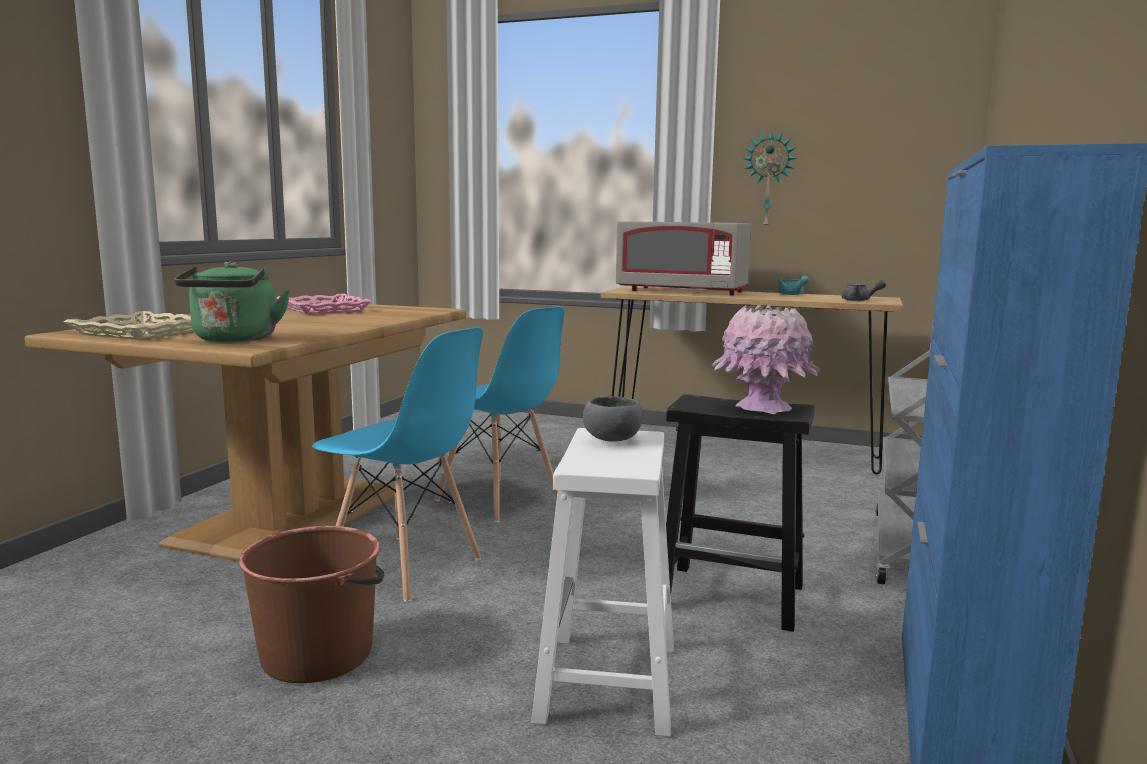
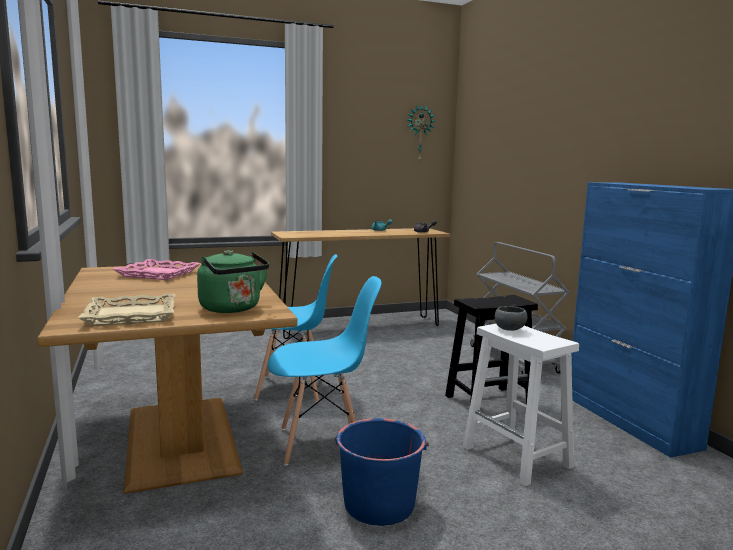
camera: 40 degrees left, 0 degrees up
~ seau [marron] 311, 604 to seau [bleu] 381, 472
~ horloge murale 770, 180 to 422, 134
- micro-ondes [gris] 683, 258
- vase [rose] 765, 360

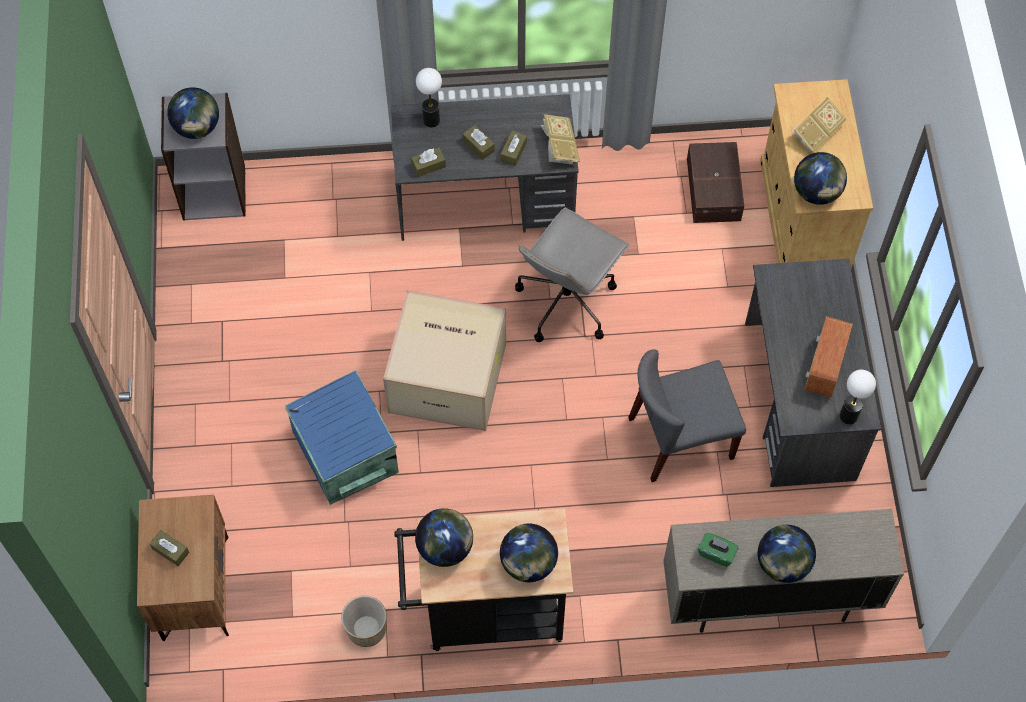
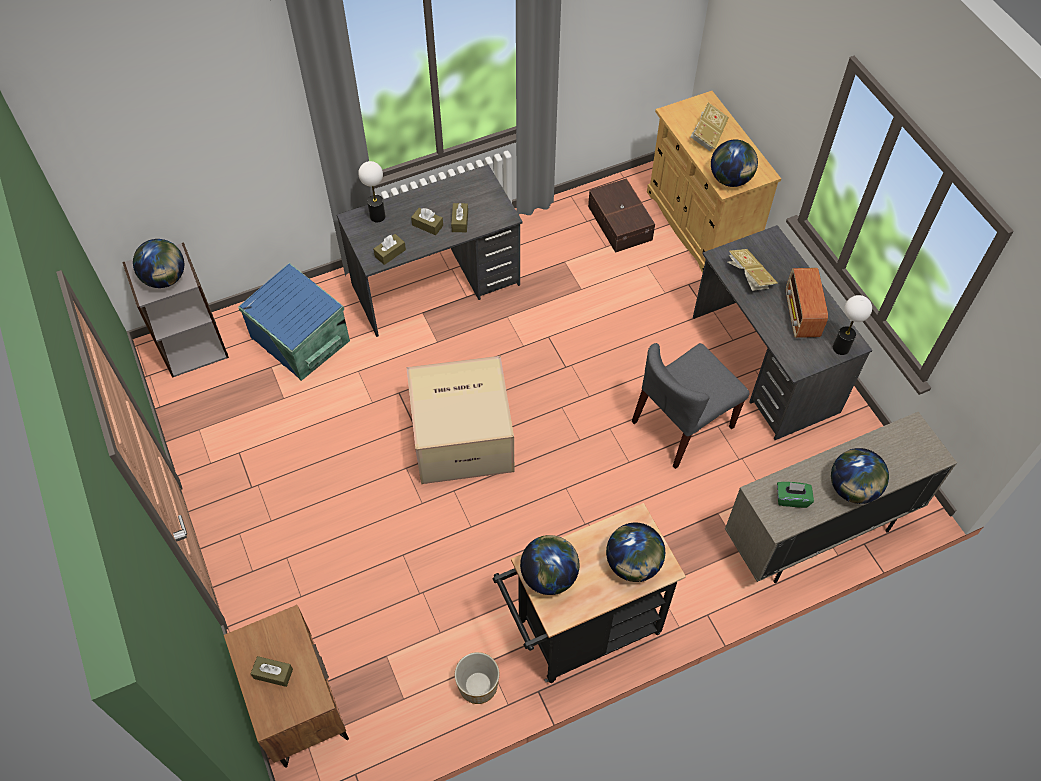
camera: 20 degrees left, 5 degrees down
~ boîte de rangement [bleu] 342, 437 to 294, 322
~ livre 560, 139 to 753, 270
- chaise de bureau [gris] 572, 274

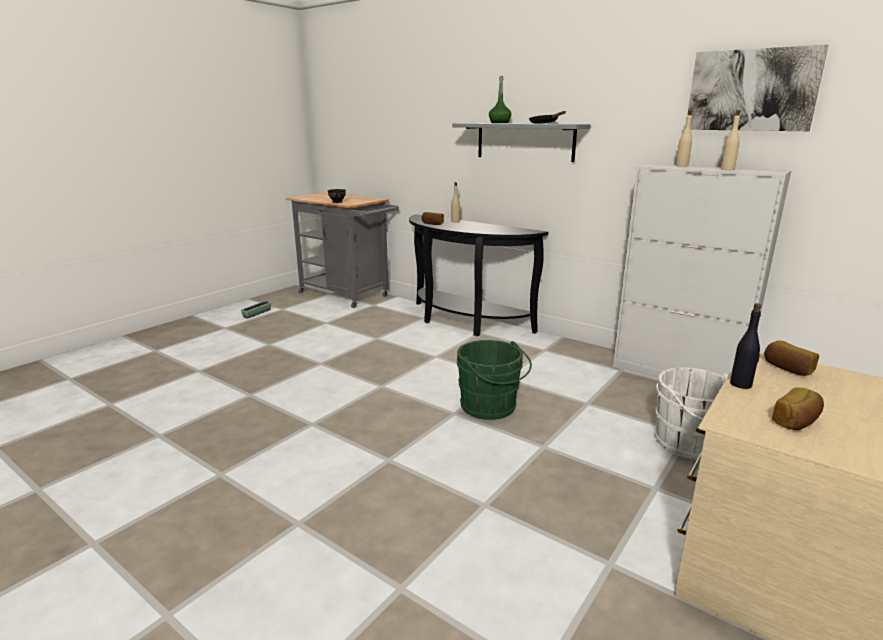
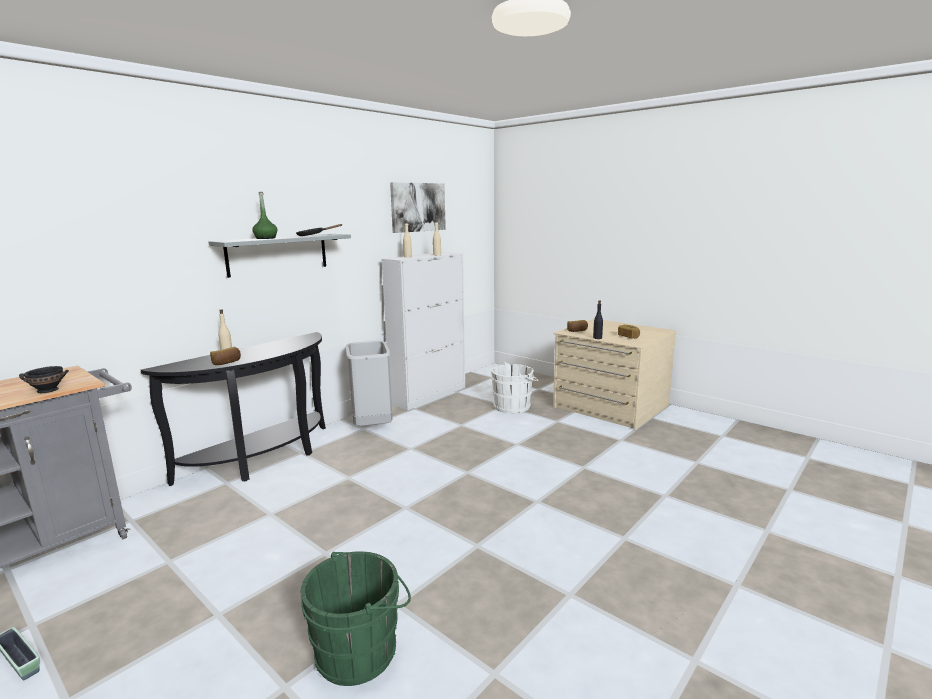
camera: 85 degrees left, 5 degrees down
~ seau [vert] 494, 380 to 356, 618
+ poubelle [gris] 368, 383

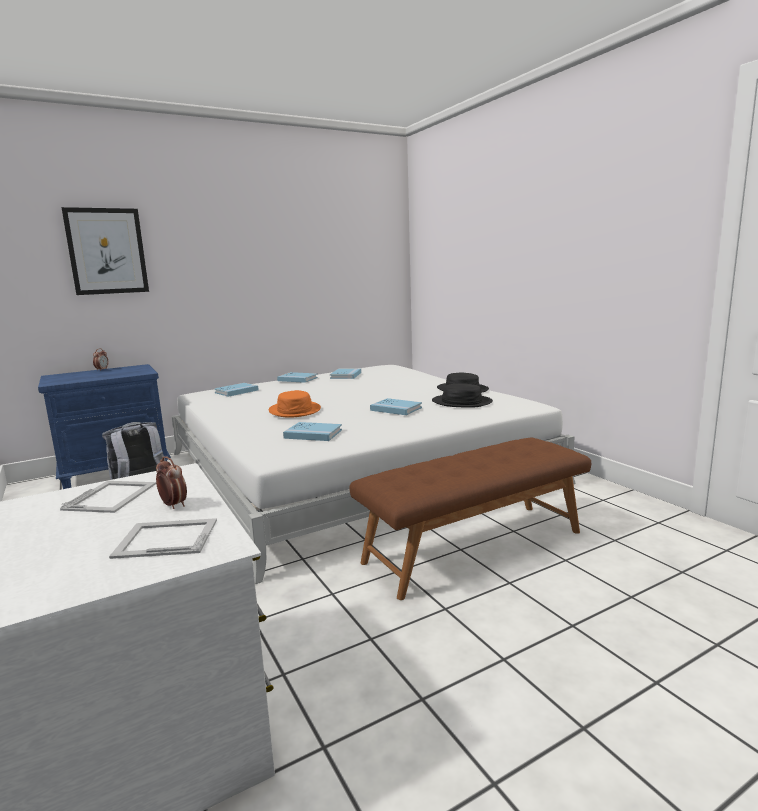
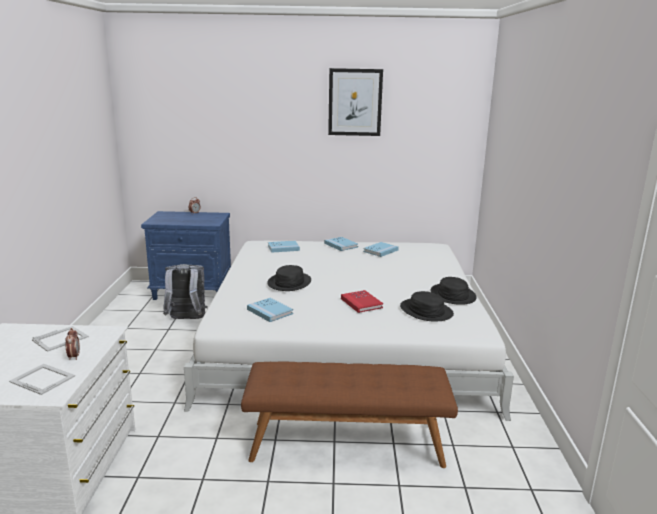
camera: 30 degrees right, 5 degrees up
~ chapeau [orange] 295, 404 to chapeau [noir] 289, 278
~ tableau 105, 251 to 355, 102
~ livre [bleu] 396, 406 to livre [rouge] 362, 301

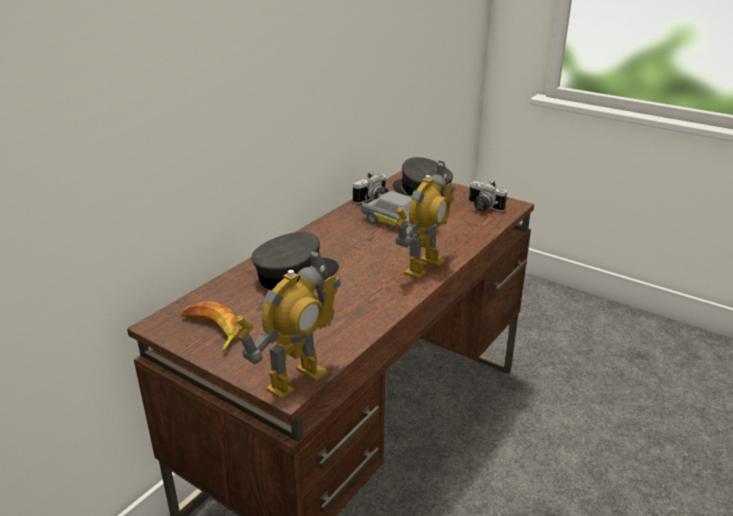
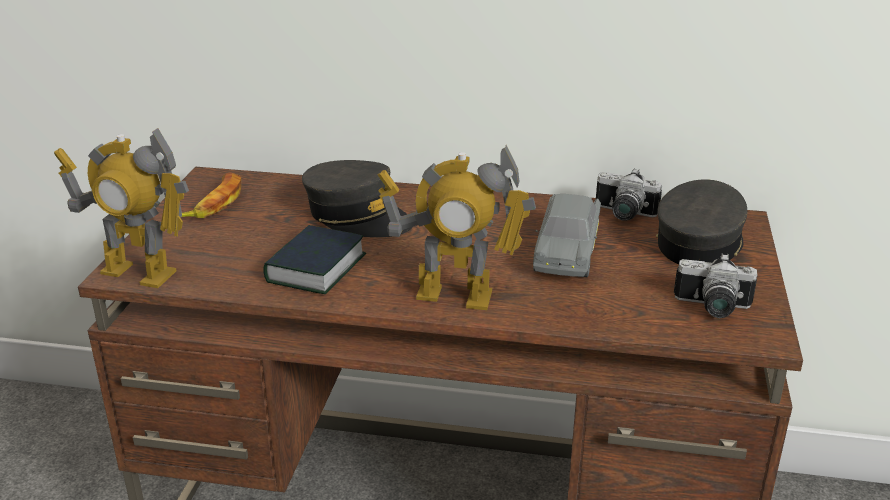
camera: 65 degrees right, 0 degrees up
+ livre 314, 259
~ appareil photo 488, 196 = 715, 285 90 degrees counterclockwise

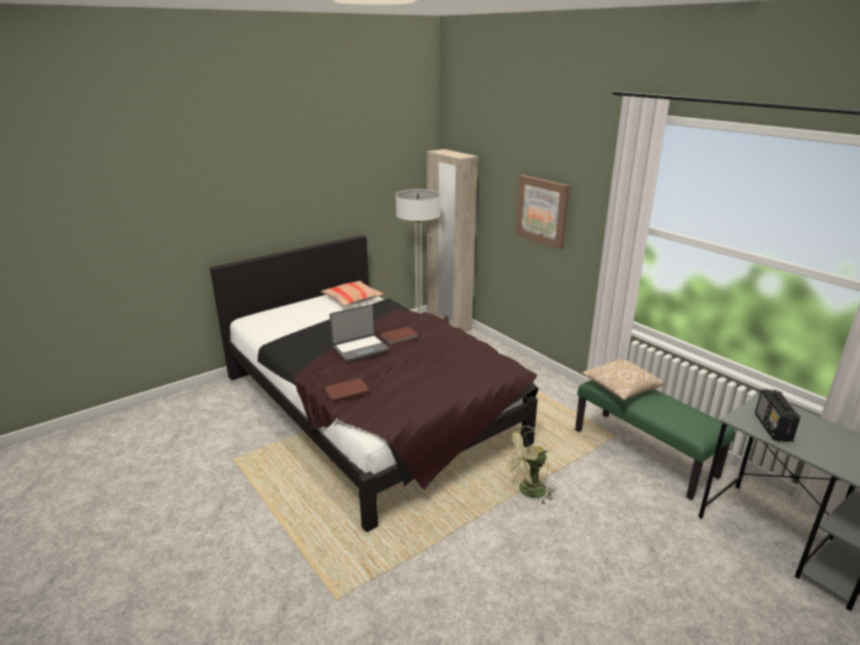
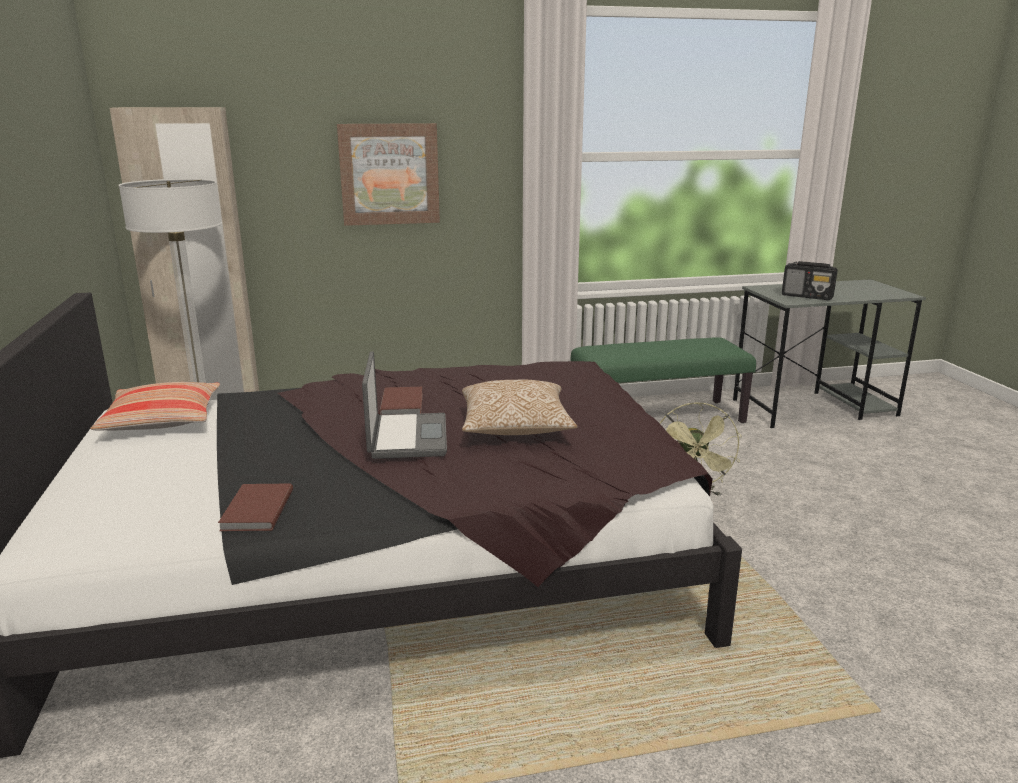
camera: 65 degrees left, 5 degrees down
~ livre [marron] 347, 390 to 255, 507
~ coussin 623, 379 to 519, 407

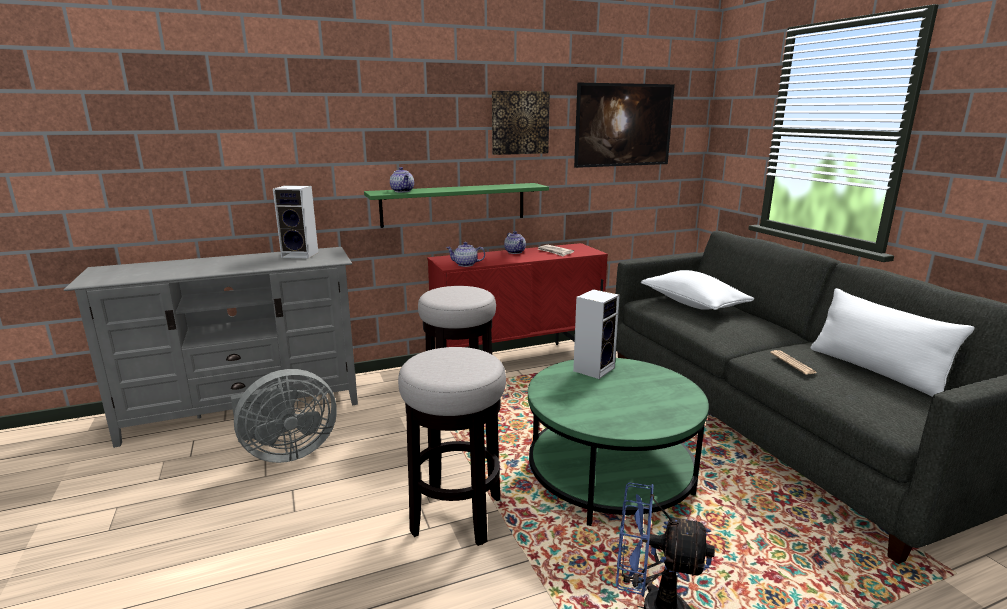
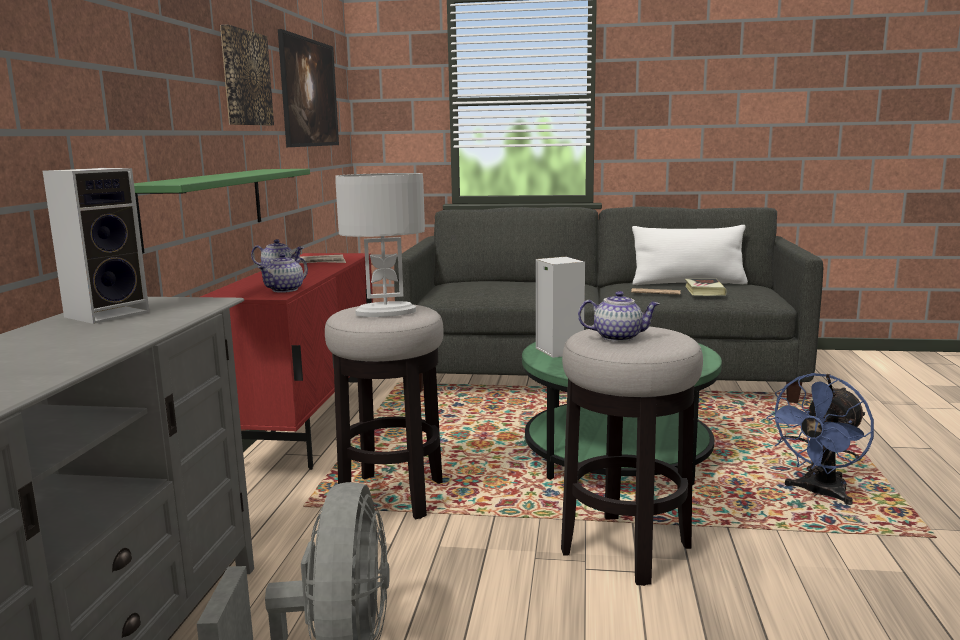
camera: 60 degrees left, 5 degrees down
+ lampe de table [blanc] 380, 245
~ théière 402, 180 to 619, 316
+ livre 705, 287
- coussin [blanc] 697, 290

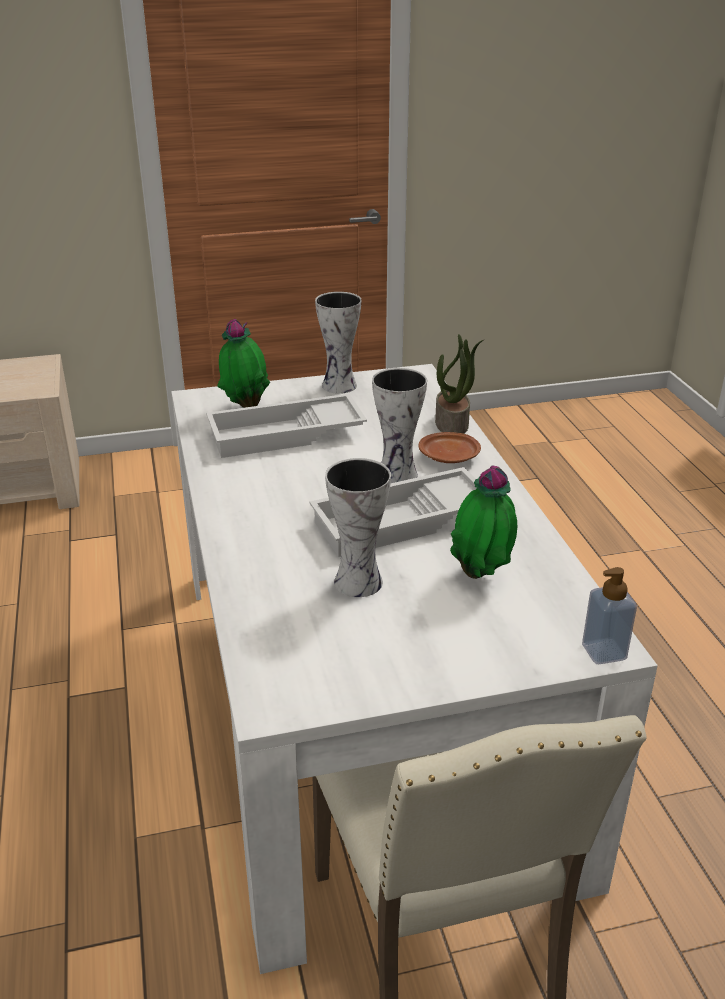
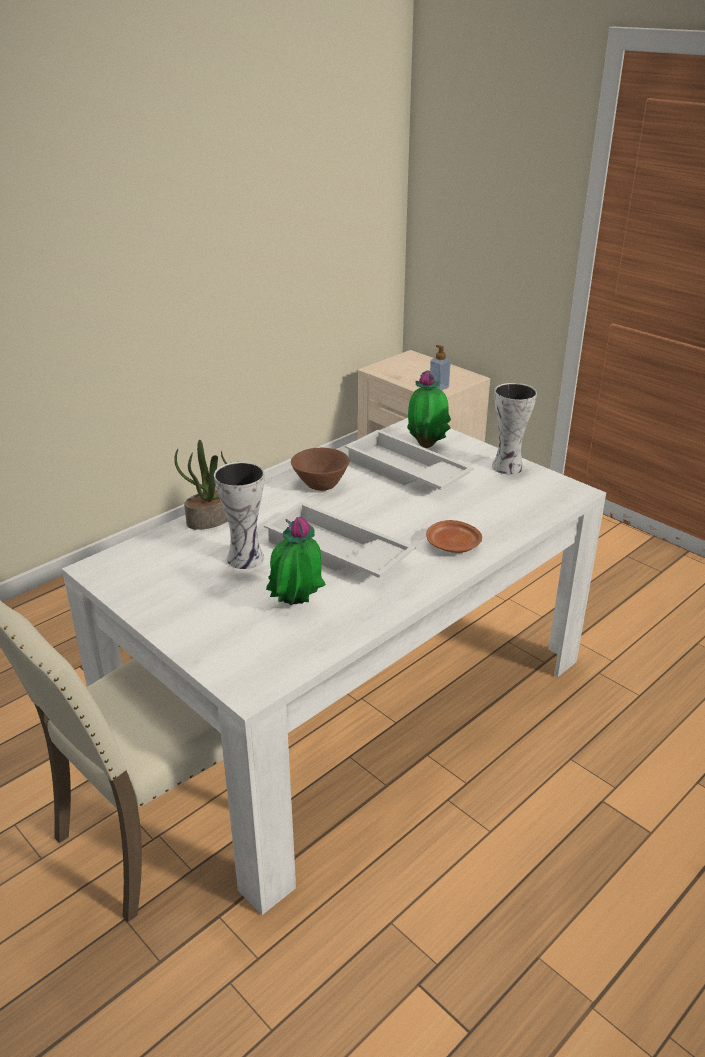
camera: 60 degrees right, 0 degrees up
~ plante en pot 459, 384 to 201, 485
+ bol [marron] 320, 469
~ distributeur de savon 609, 615 to 440, 367
- vase 399, 425

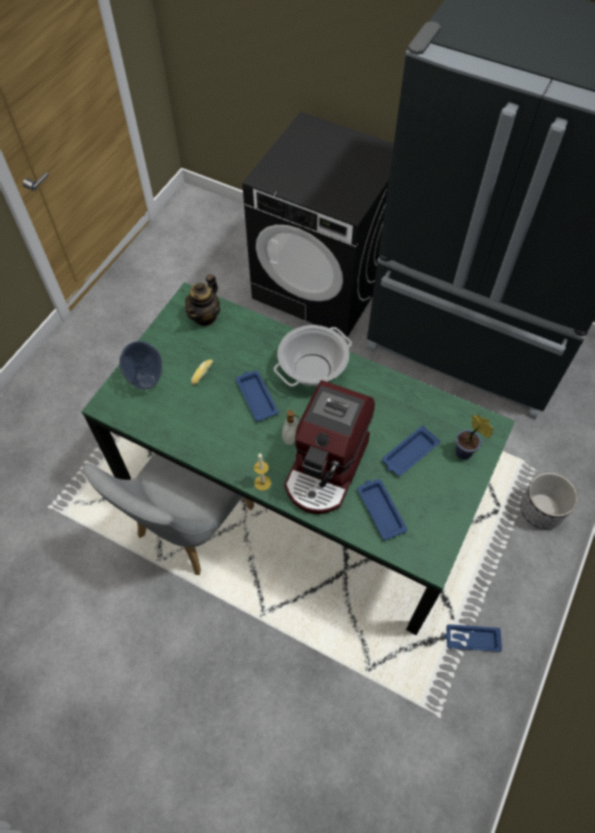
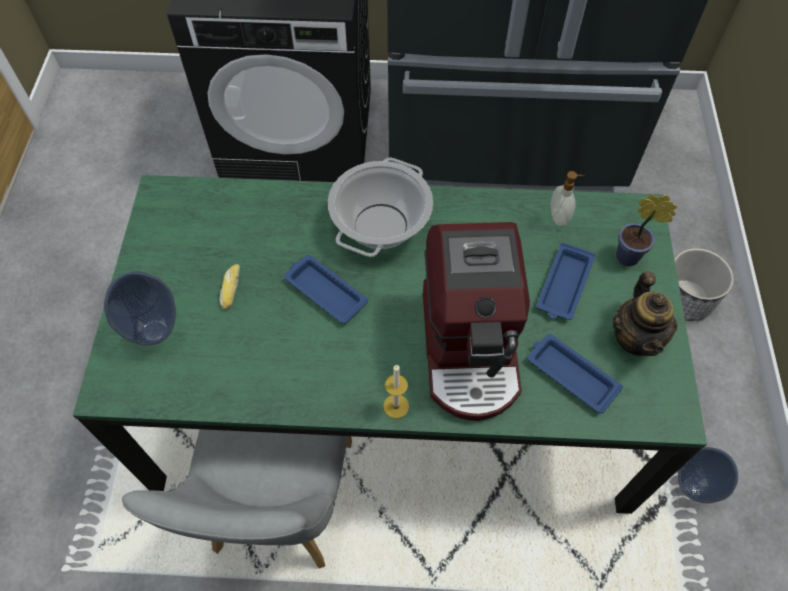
camera: 25 degrees left, 0 degrees up
~ distributeur de savon 291, 427 to 568, 198
~ théière 202, 300 to 645, 313
~ plateau [bleu] 473, 638 to vase 708, 475

